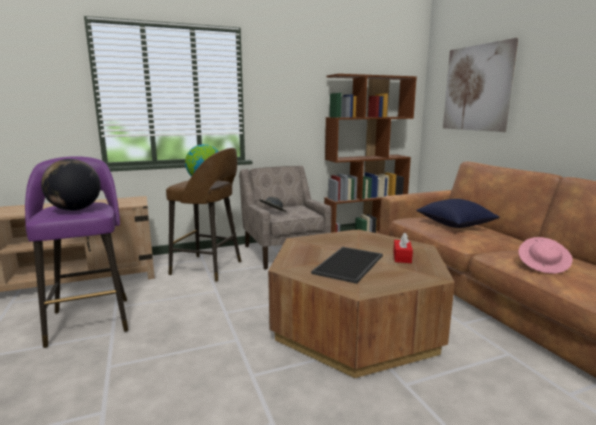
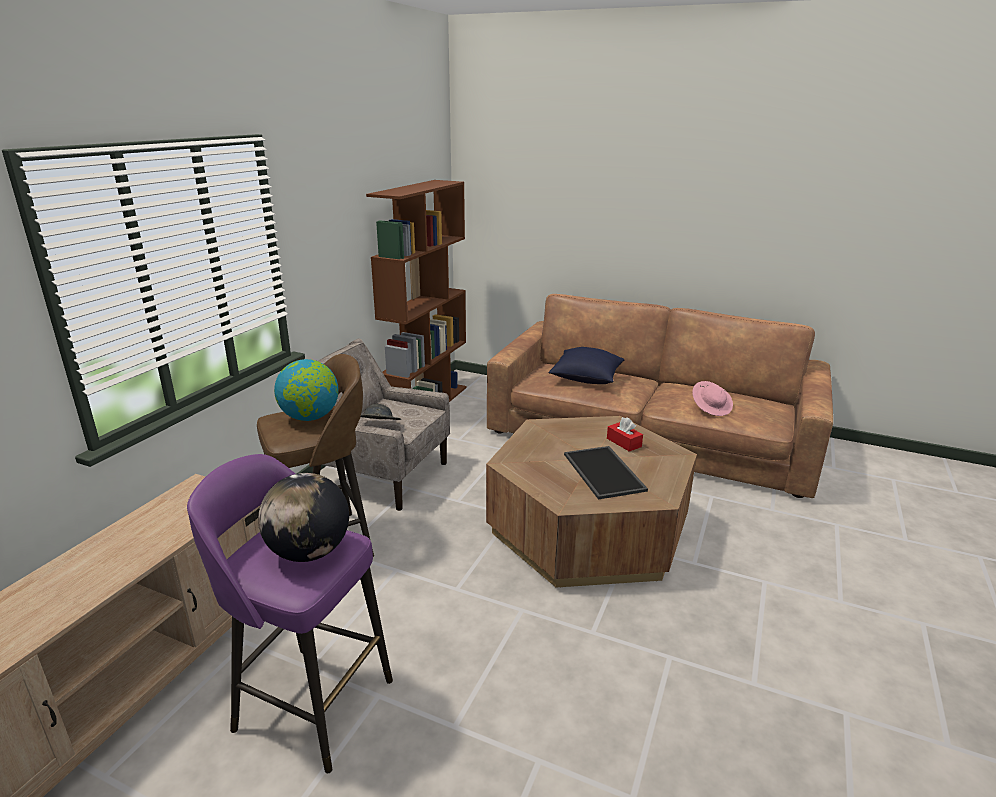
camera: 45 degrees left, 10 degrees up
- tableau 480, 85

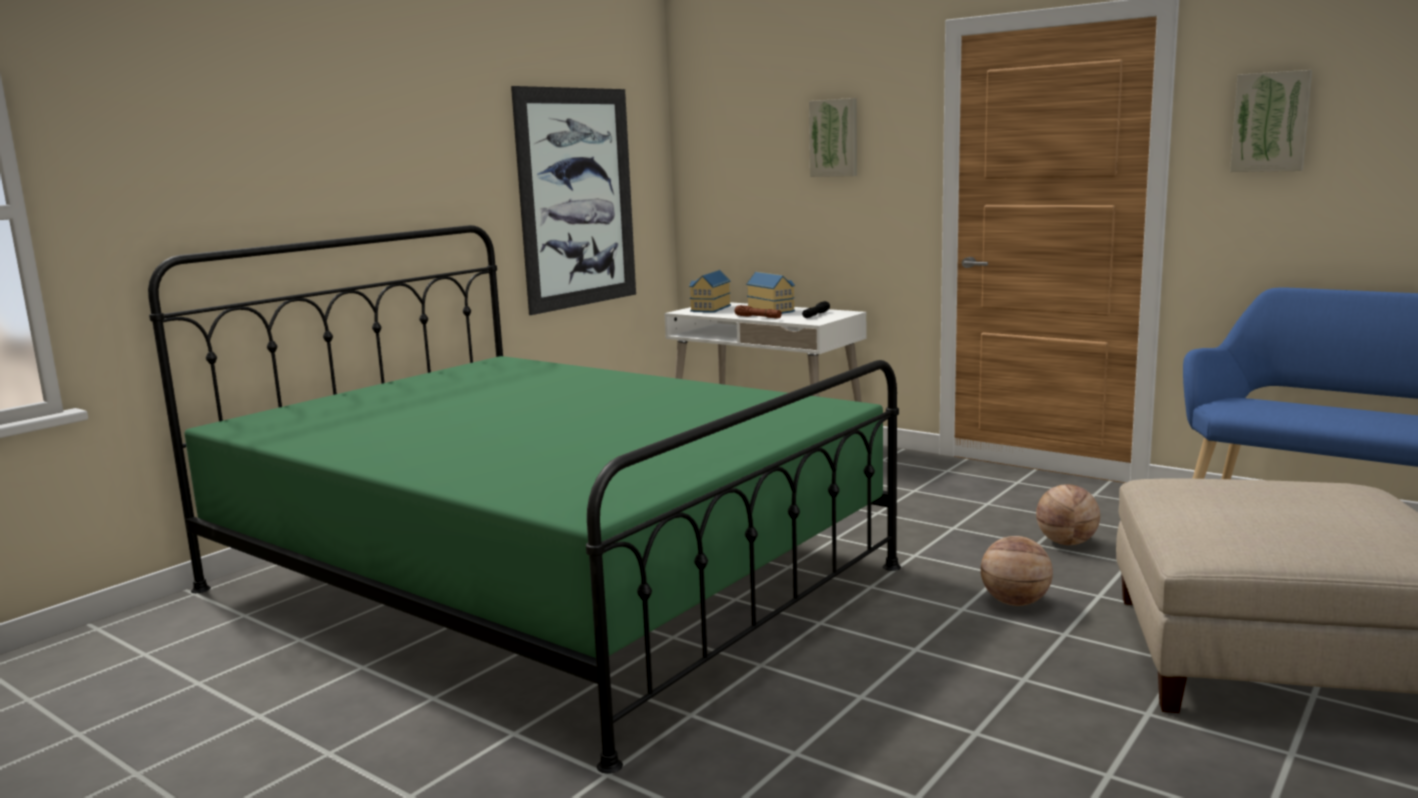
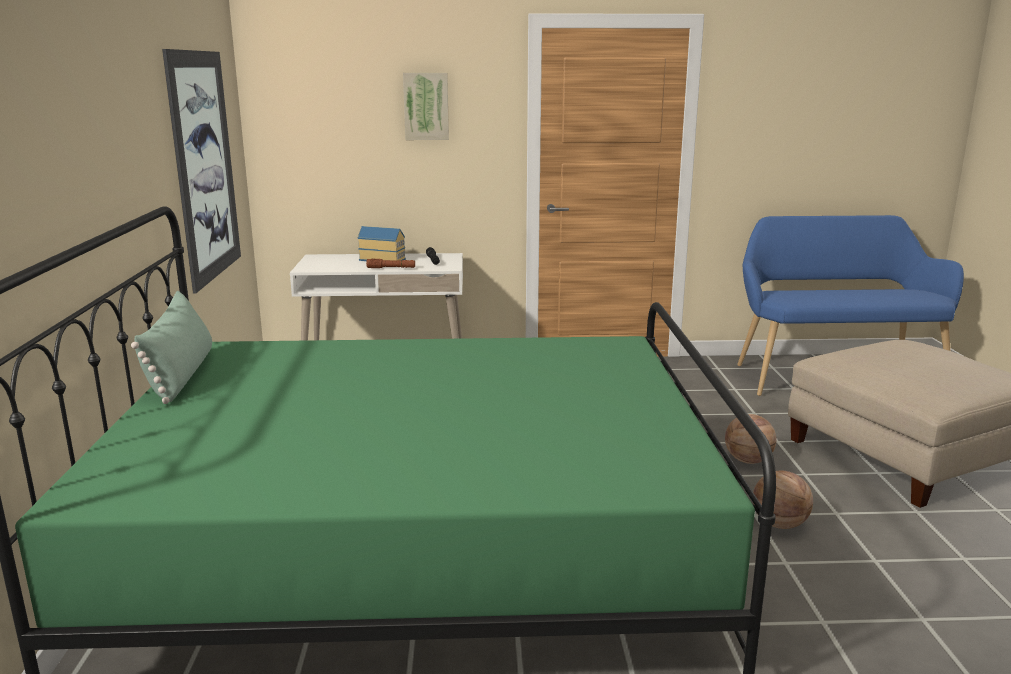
camera: 40 degrees left, 5 degrees up
+ coussin [vert] 171, 347
~ ballon de basket 1068, 514 to 783, 500
- maison miniature 710, 291
- tableau 1271, 121

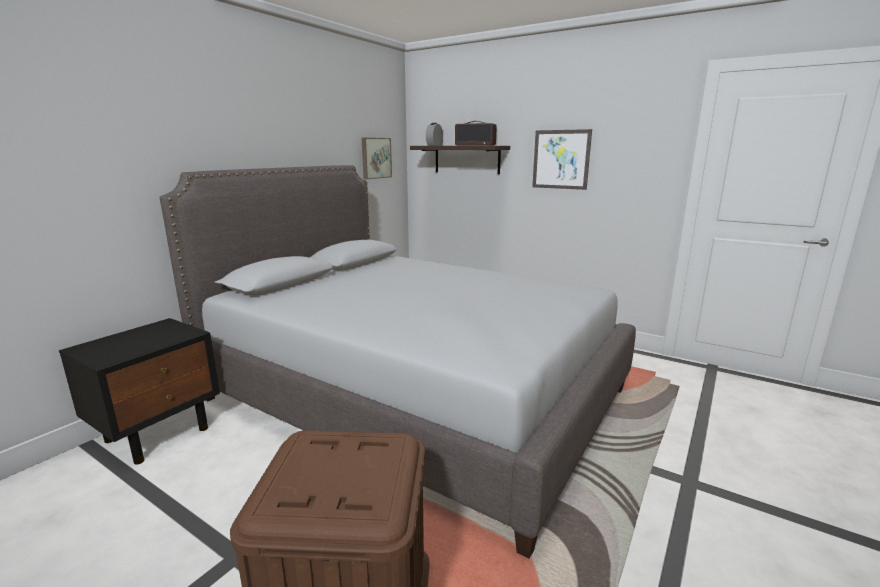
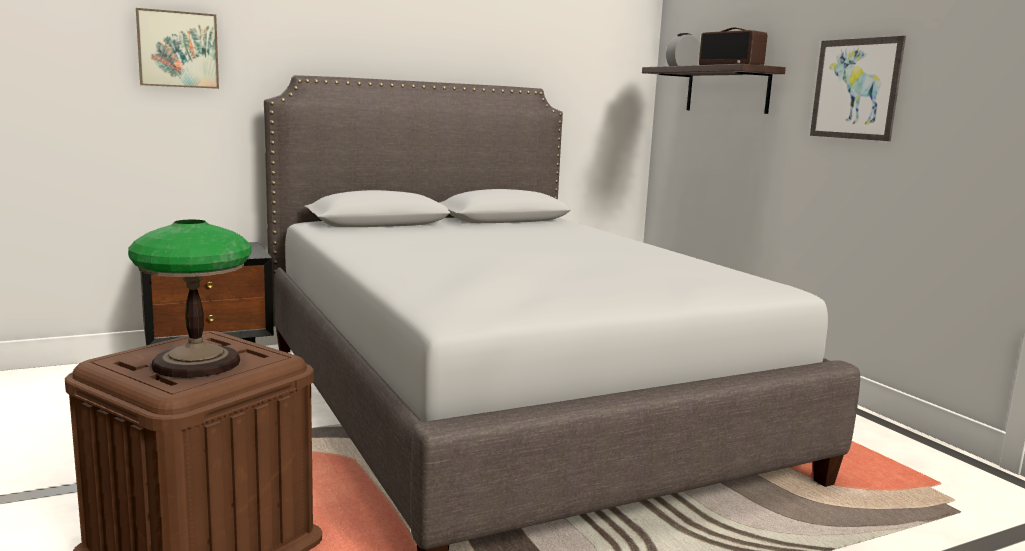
camera: 30 degrees right, 5 degrees down
+ lampe de table 190, 299
~ tableau 377, 158 to 177, 48

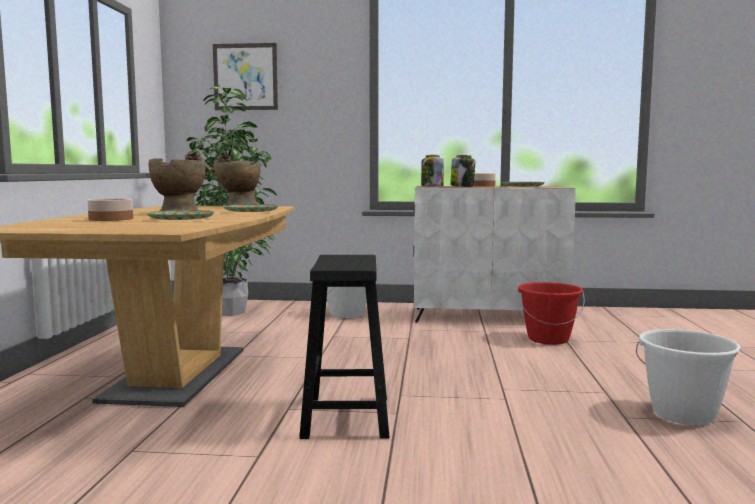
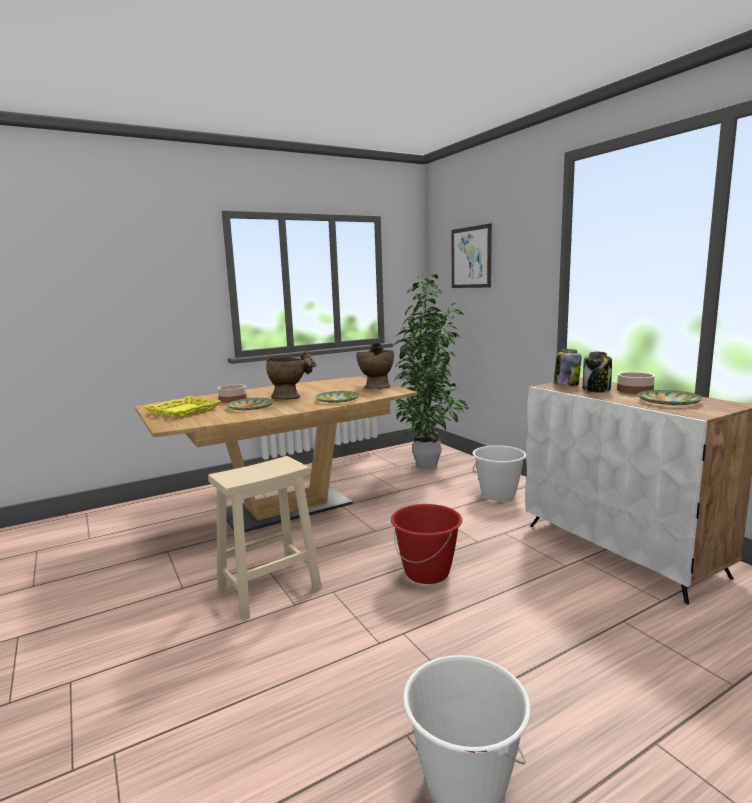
camera: 55 degrees right, 5 degrees up
+ plateau [jaune] 182, 407
~ tabouret [noir] 344, 347 to tabouret [beige] 265, 538
~ seau [rouge] 551, 313 to 426, 544

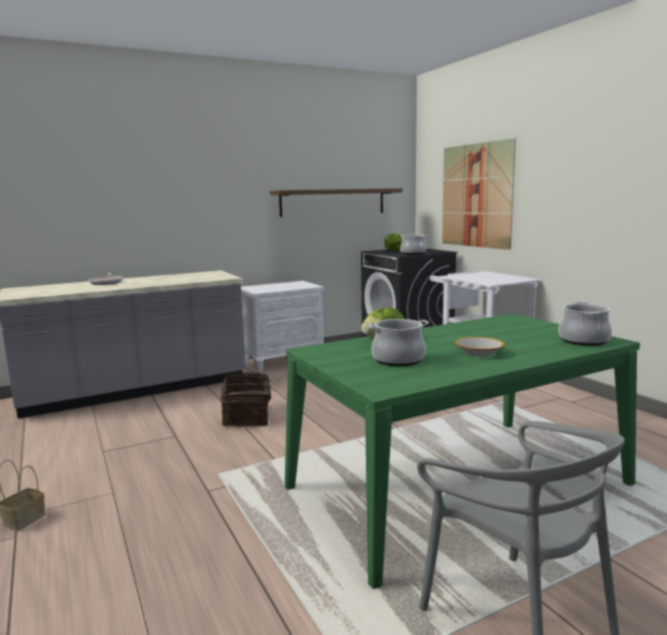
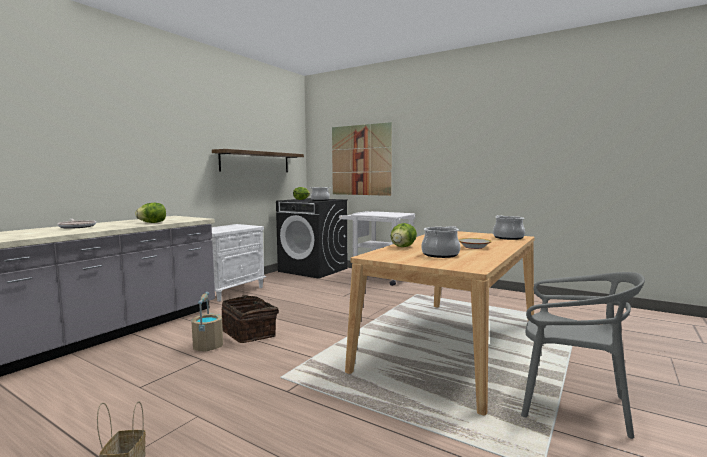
camera: 30 degrees left, 5 degrees down
+ laitue 150, 213
+ seau [beige] 207, 321
~ table à manger [vert] 462, 451 to table à manger [beige] 440, 323

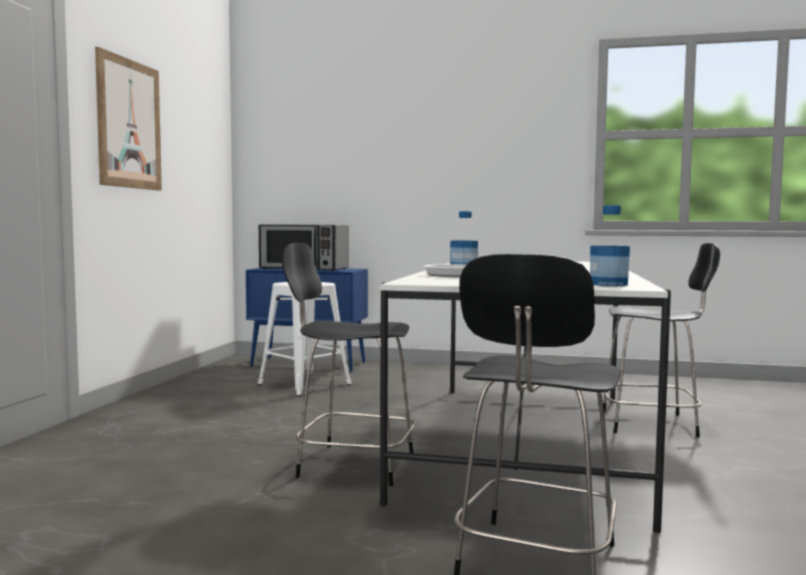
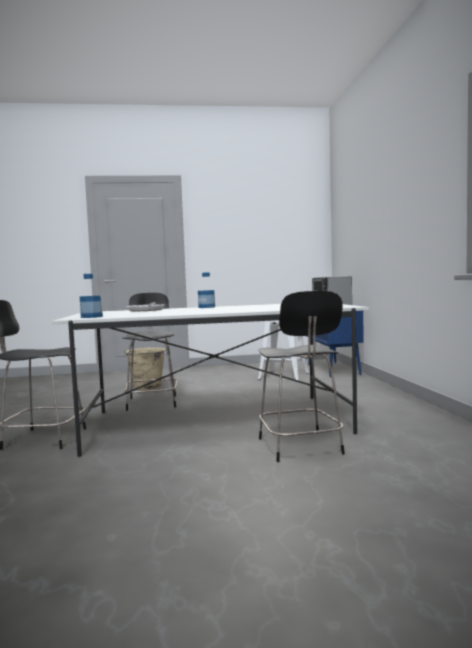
camera: 70 degrees right, 0 degrees up
+ seau [beige] 144, 368
- tableau 128, 119

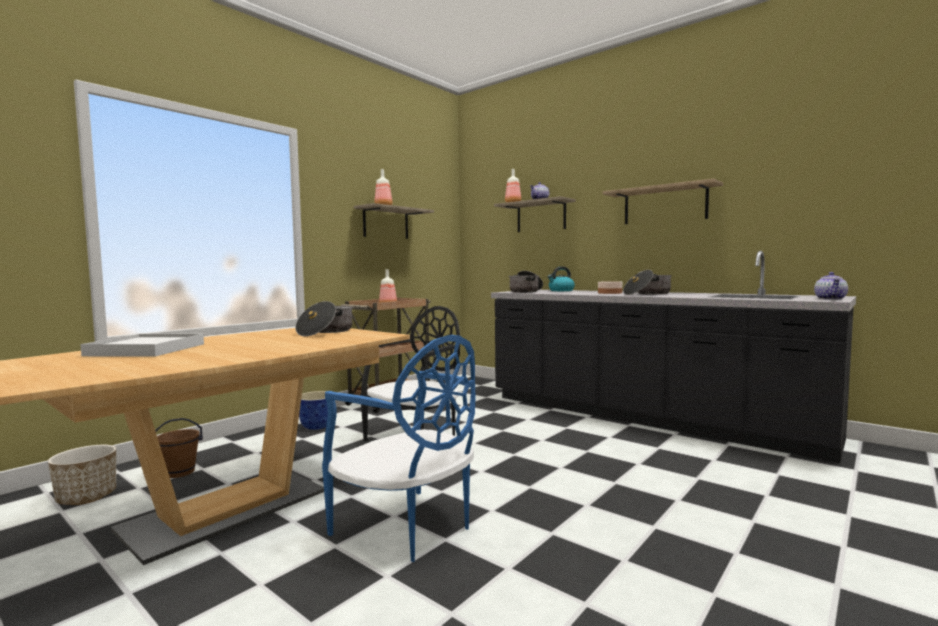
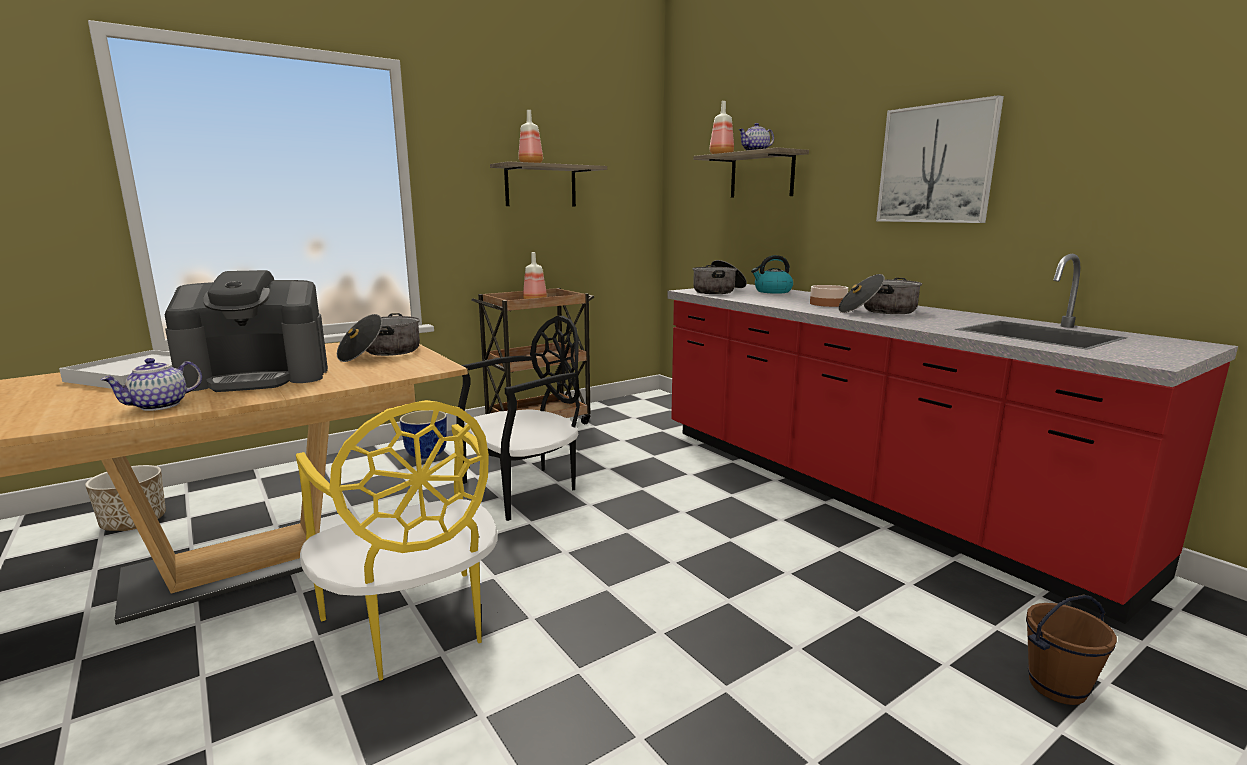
camera: 15 degrees right, 10 degrees up
~ théière 831, 286 to 151, 384
+ machine à café 246, 331
~ chaise [bleu] 399, 448 to chaise [jaune] 397, 540
~ comptoir de cuisine [noir] 673, 357 to comptoir de cuisine [rouge] 952, 439
~ étagère 662, 201 to tableau 940, 159
~ seau [marron] 179, 448 to 1071, 650

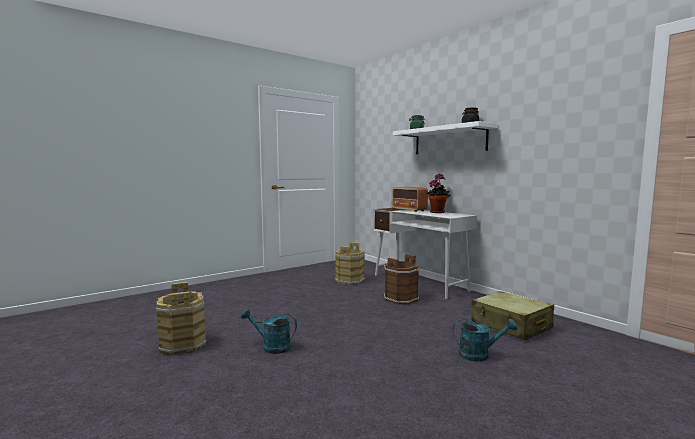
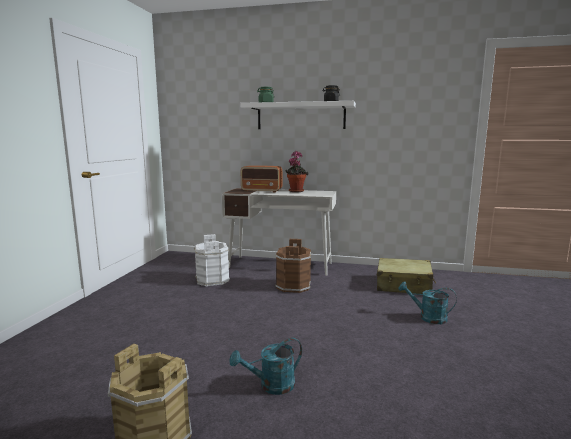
camera: 40 degrees left, 5 degrees up
~ seau [marron] 350, 263 to seau [blanc] 212, 260
~ arrosoir [turquoise] 485, 340 = 427, 303 120 degrees counterclockwise

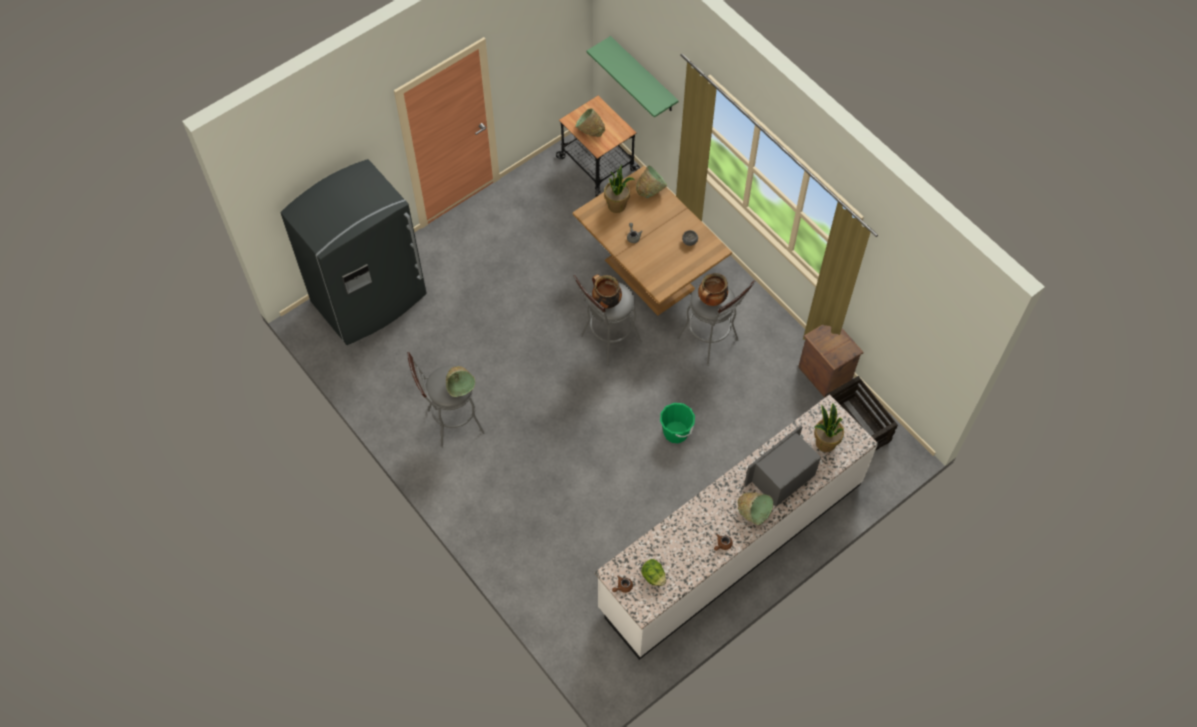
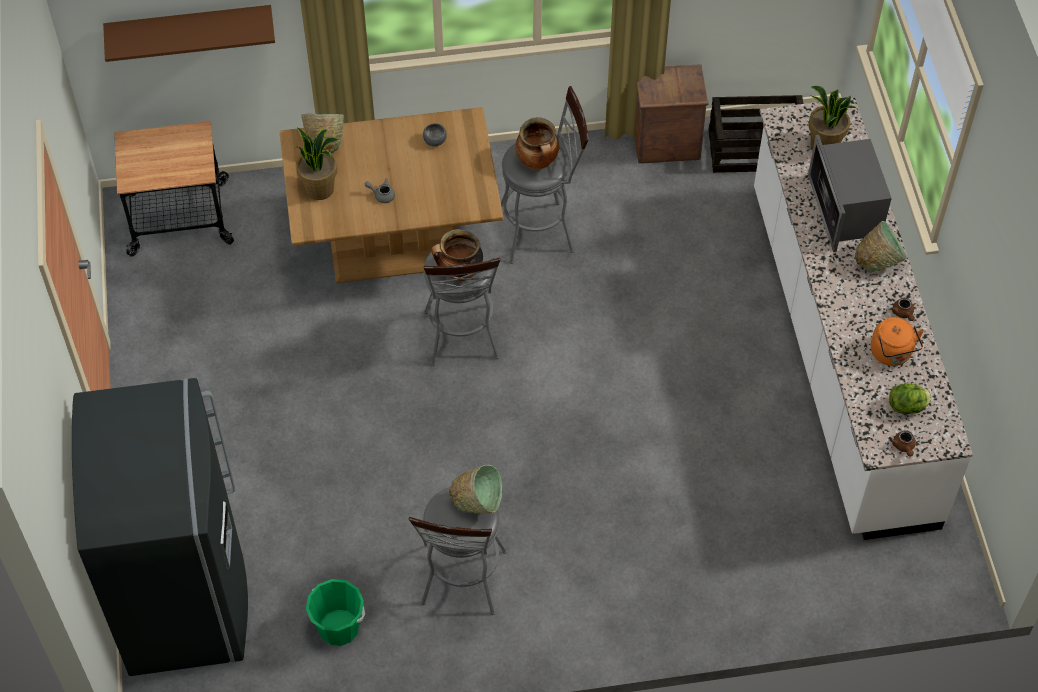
camera: 60 degrees left, 5 degrees down
~ étagère [vert] 633, 77 to étagère [marron] 189, 33
~ seau [vert] 677, 423 to 335, 612
+ bouilloire [orange] 897, 341
- bol [vert] 590, 122

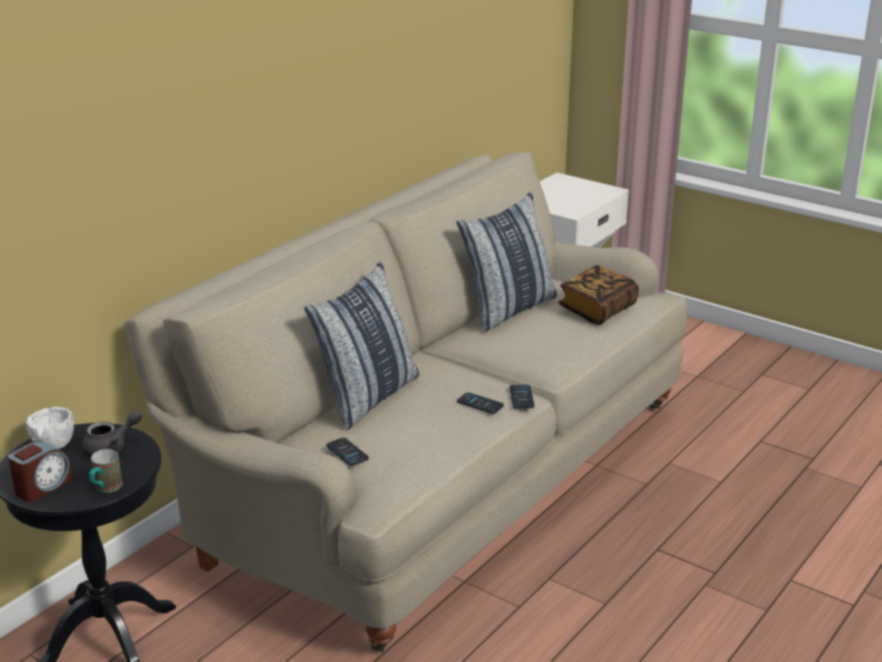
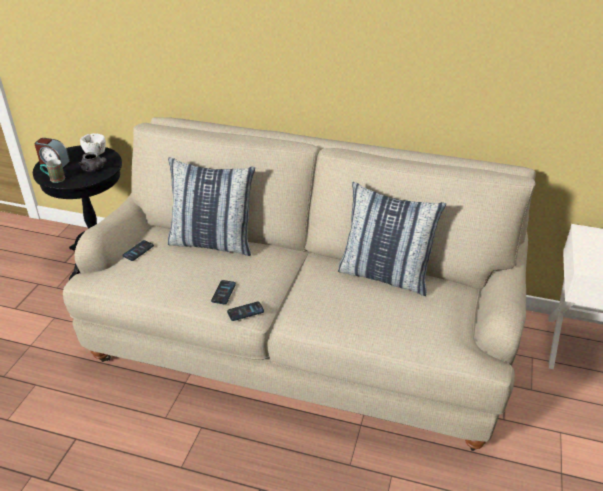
camera: 70 degrees right, 10 degrees up
- livre 598, 295

